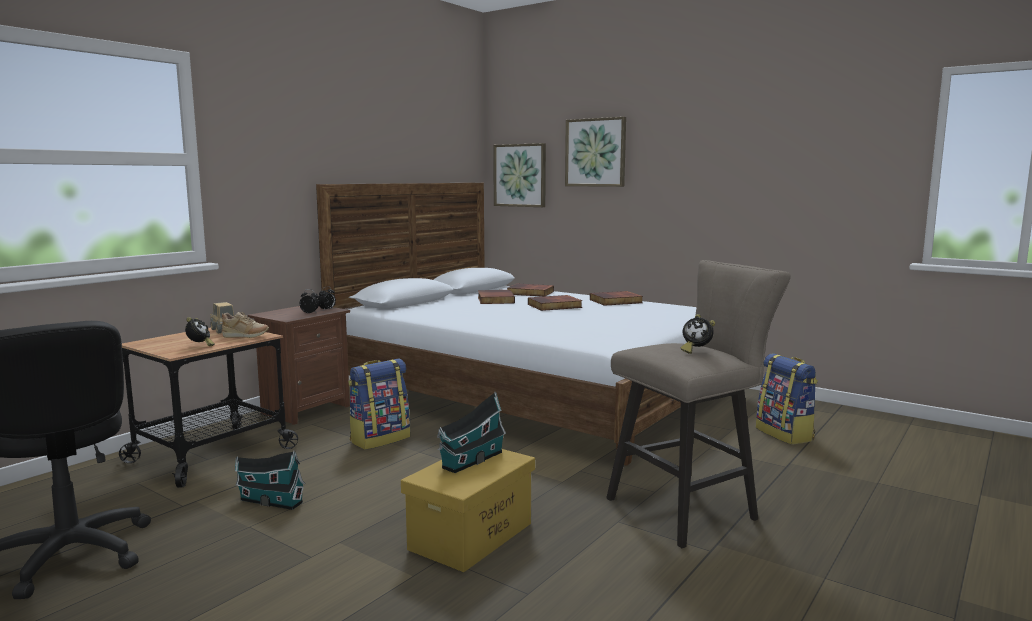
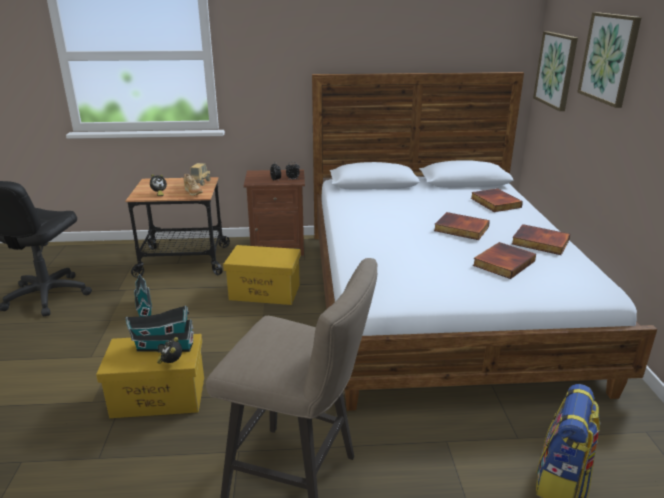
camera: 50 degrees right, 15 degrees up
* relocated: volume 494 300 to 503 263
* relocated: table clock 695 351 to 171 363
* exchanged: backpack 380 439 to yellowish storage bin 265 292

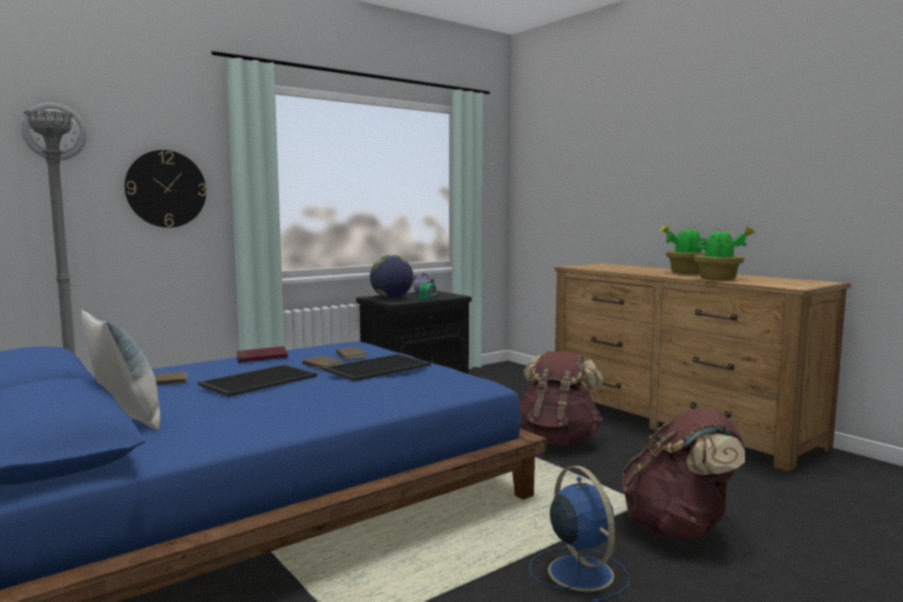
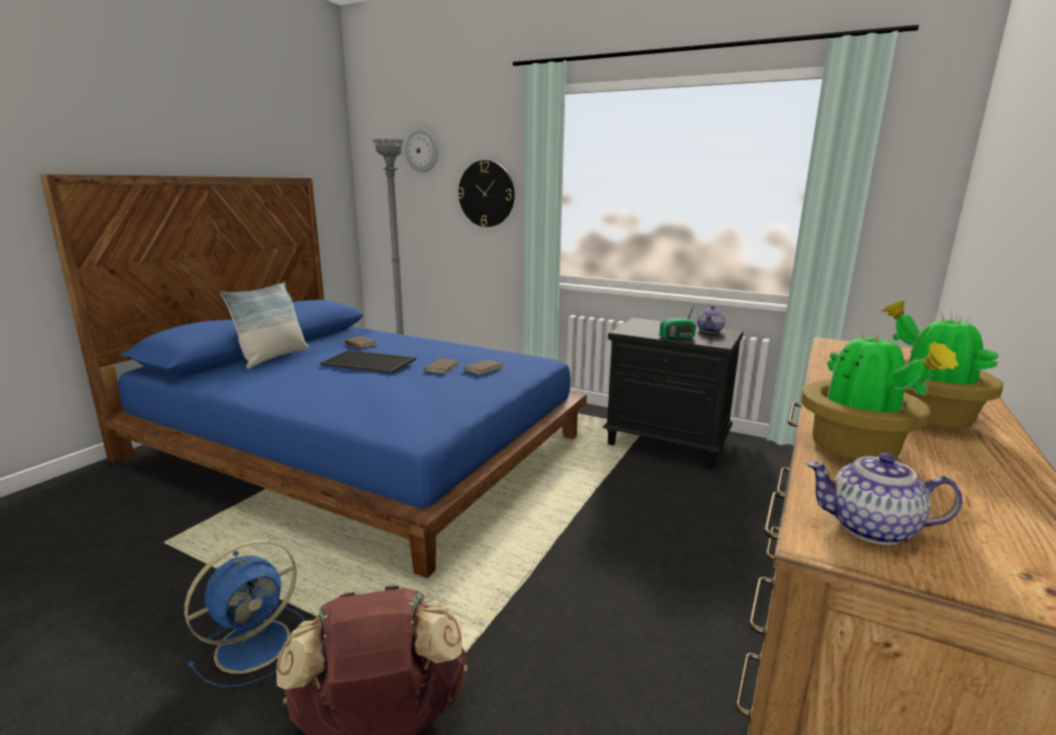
camera: 65 degrees right, 10 degrees up
* missing: world globe 392 298
* missing: reddish volume 262 357
* missing: brown backpack 556 440
* missing: serving tray 378 368
* appeared: tea pot 872 529

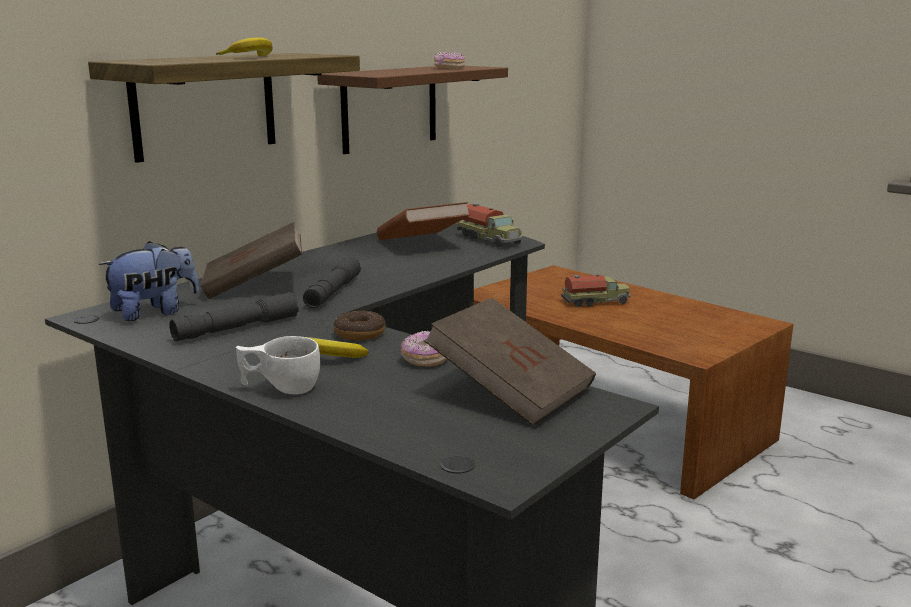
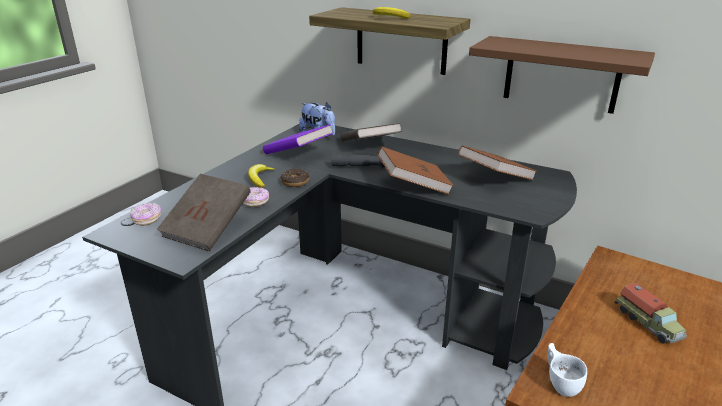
camera: 80 degrees right, 10 degrees up
* relocated: doughnut 449 68 to 147 220
* missing: toy truck 490 240
* exchanged: gray hand torch 236 329 to purplish volume 298 154
* relocated: white-coloured drinking cup 280 387 to 560 381
* appeared: brown volume 413 186

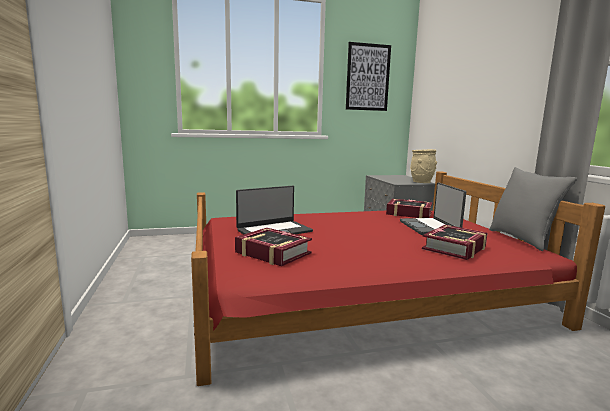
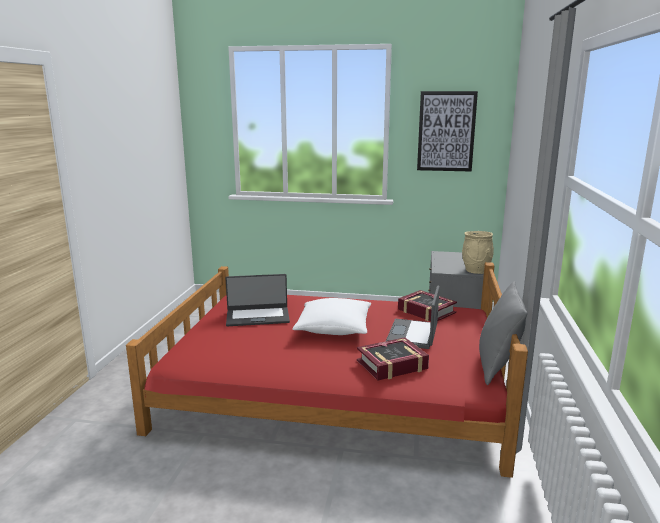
camera: 25 degrees right, 5 degrees up
* missing: volume 272 253
* appeared: white-coloured throw pillow 334 328

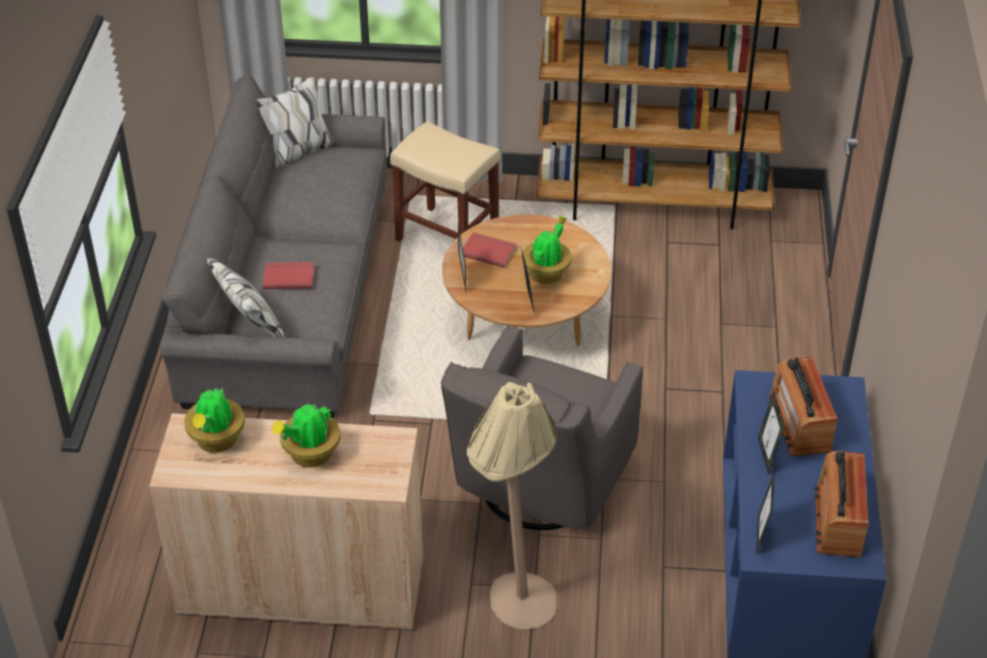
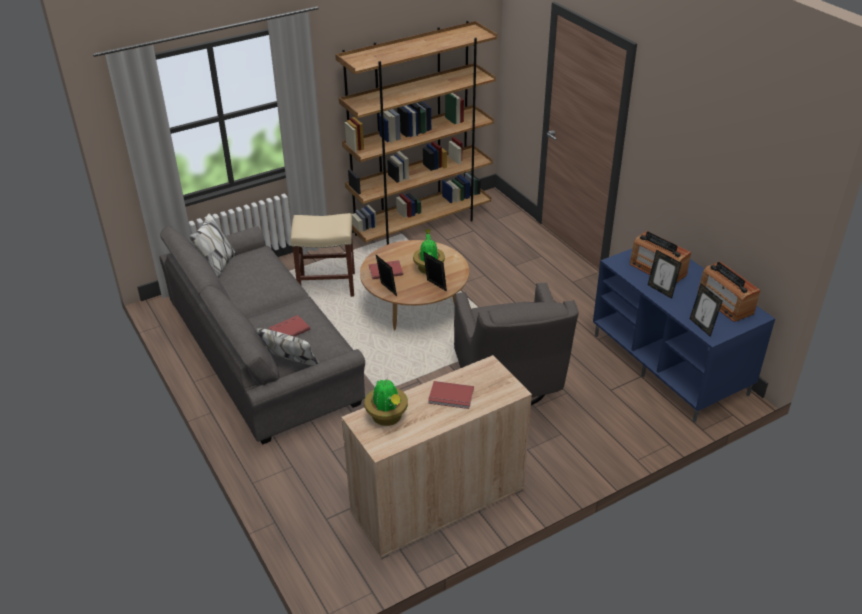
camera: 35 degrees left, 5 degrees down
* missing: beige floor lamp 513 612
* exchanged: potted plant 310 455 to reddish volume 451 397

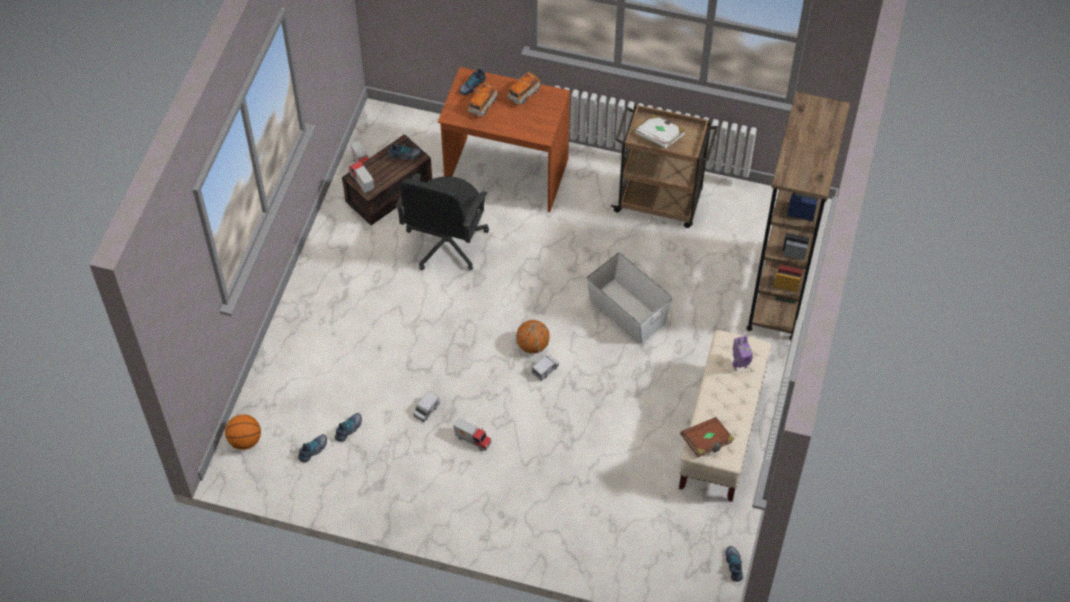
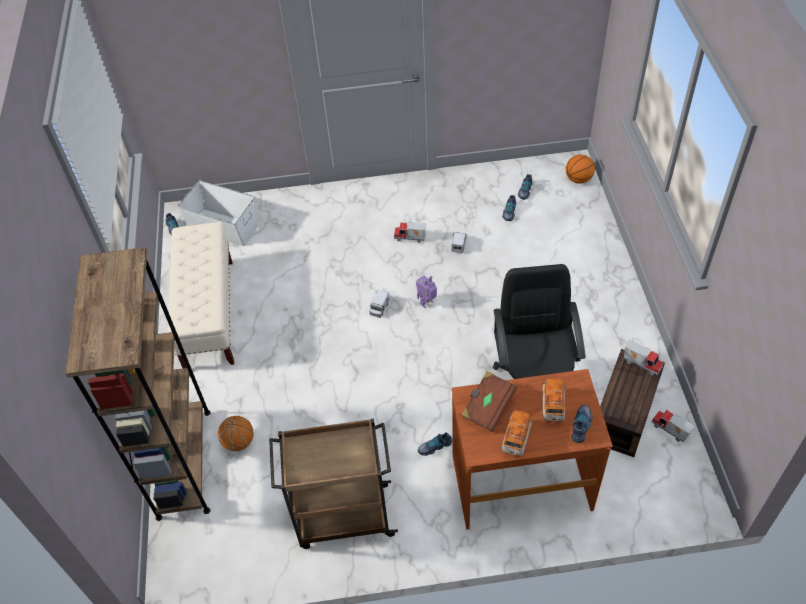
camera: 160 degrees right, 5 degrees down
* missing: white-coloured volume 660 137
* relocated: shoe 404 155 to 434 446
* relocated: white-coloured storage bin 627 311 to 223 226
* relocated: ball for basketball 532 345 to 239 442
* relocated: robot figure 739 365 to 427 303
* relocated: brown volume 707 442 to 488 407

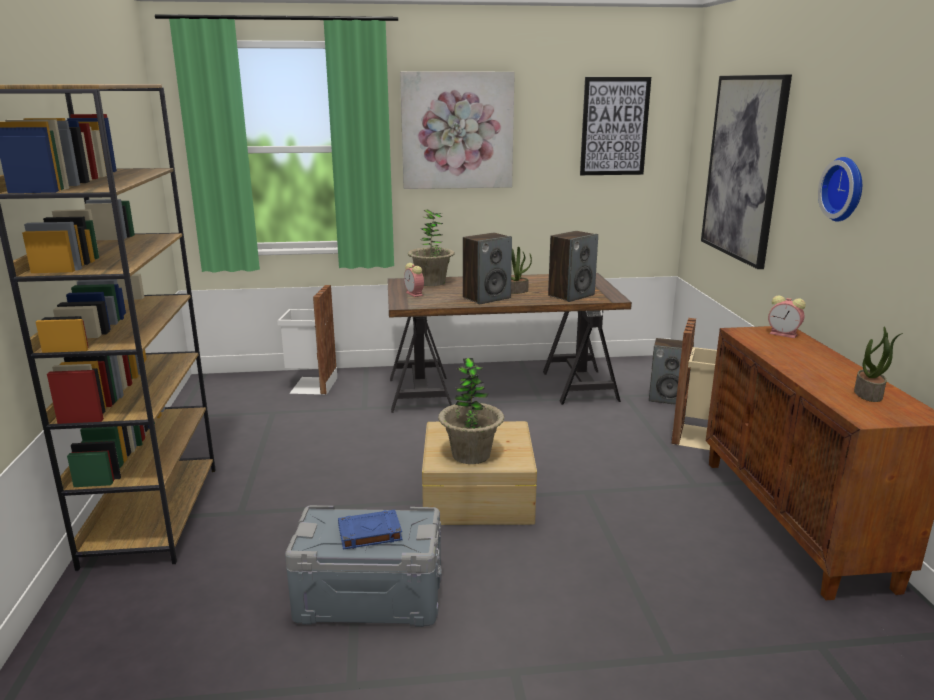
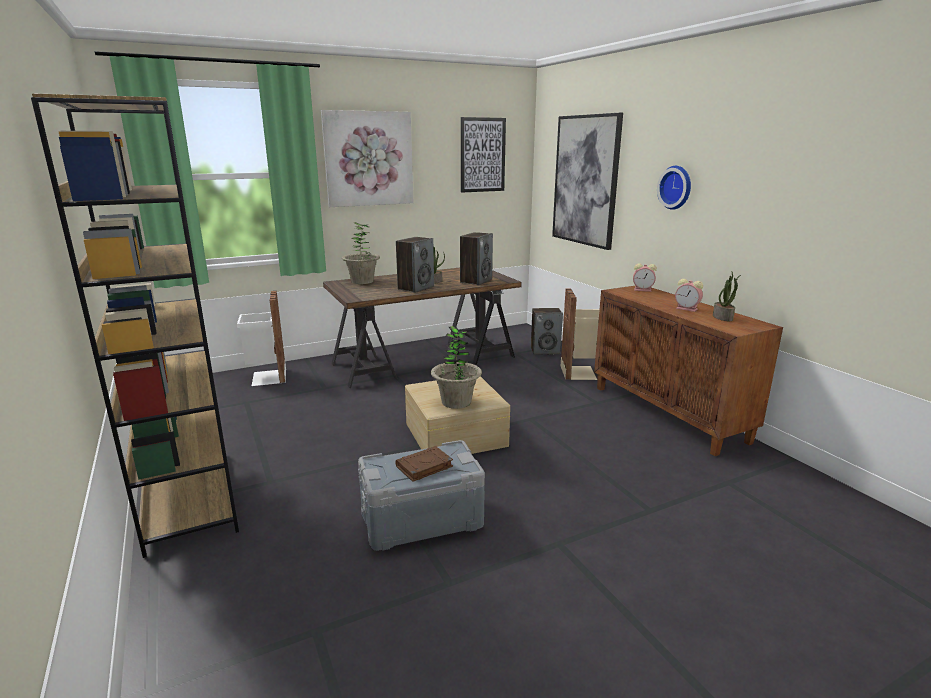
camera: 20 degrees left, 0 degrees up
* relocated: table clock 415 294 to 687 309
* colour: blue-coloured volume 369 533 to brown volume 424 467

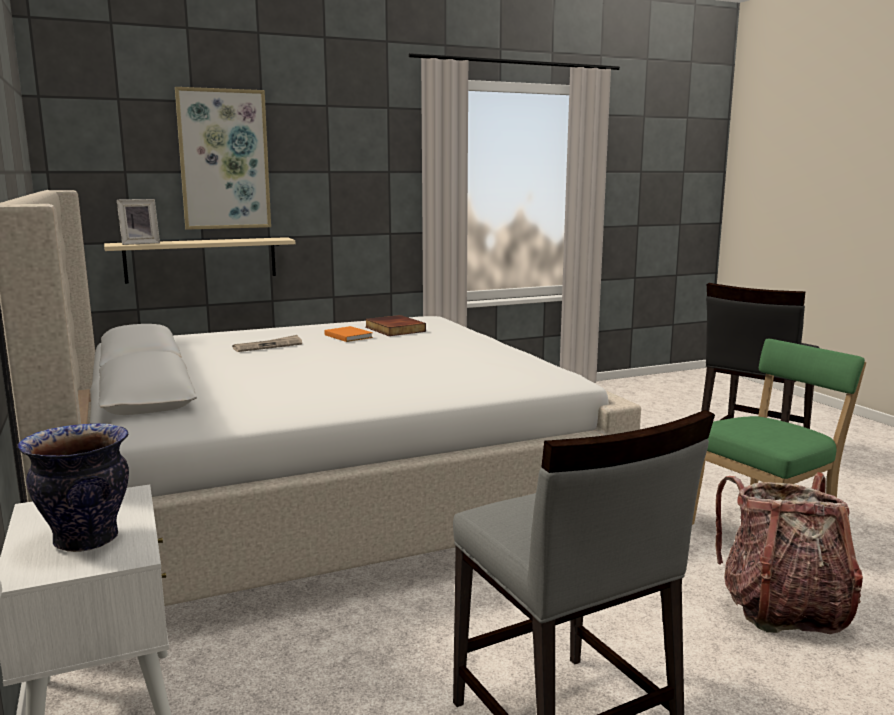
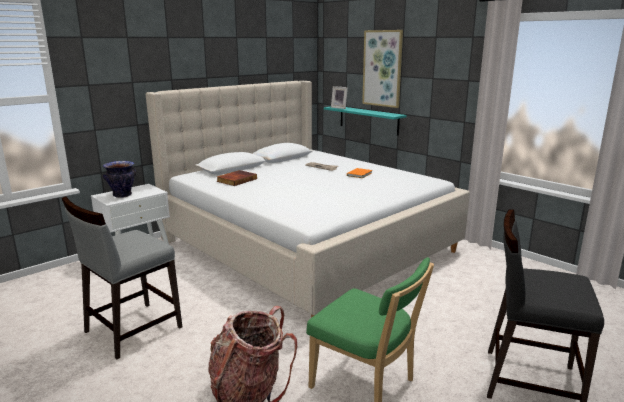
camera: 70 degrees right, 5 degrees up
* colour: beige shelf 201 259 to turquoise shelf 368 120
* relocated: volume 393 329 to 236 180

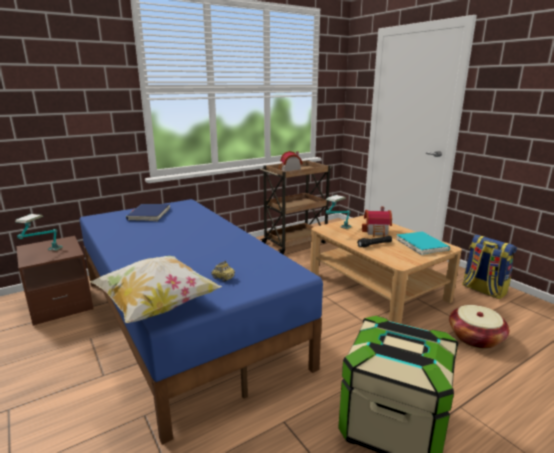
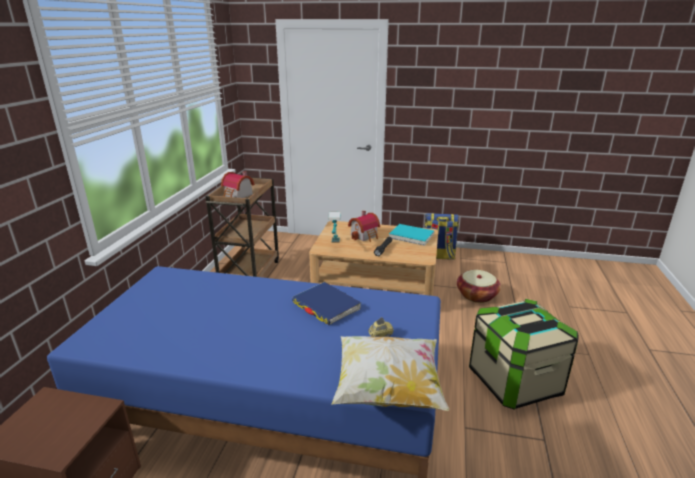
camera: 45 degrees left, 5 degrees up
* relocated: blue-coloured volume 149 214 to 326 306
* missing: lamp for a table 43 254

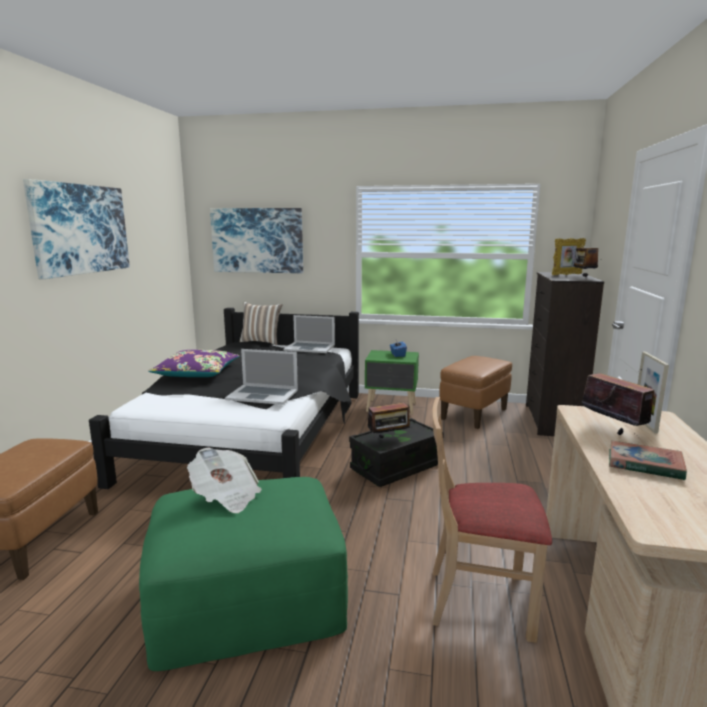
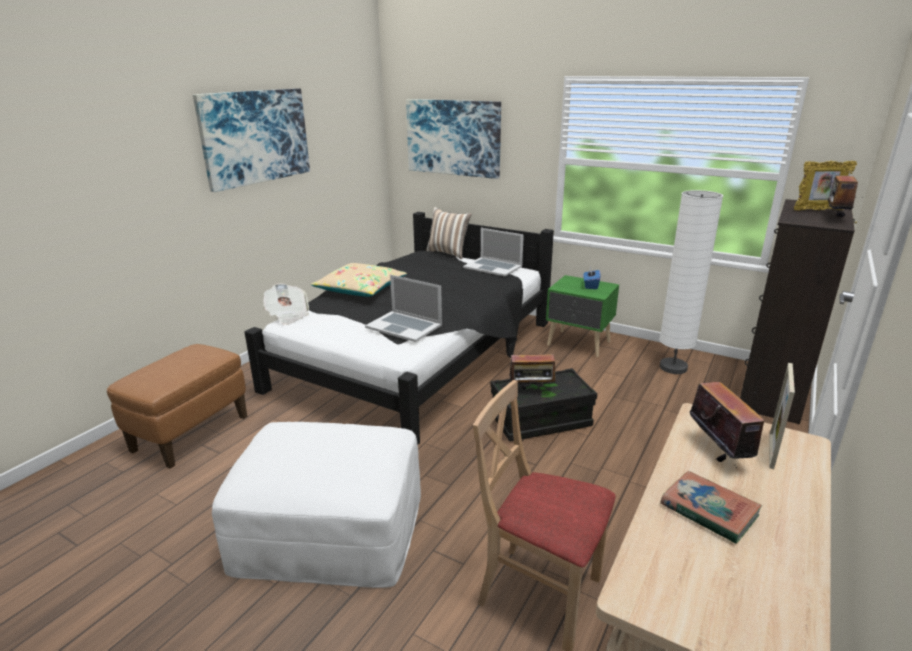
camera: 20 degrees right, 10 degrees up
* colour: purplish throw pillow 197 373 to beige throw pillow 360 289
* exchanged: brown ottoman 474 414 to white-coloured floor lamp 673 368
* relocated: newspaper 226 496 to 288 315
* colour: green-coloured ottoman 248 596 to white-coloured ottoman 329 529

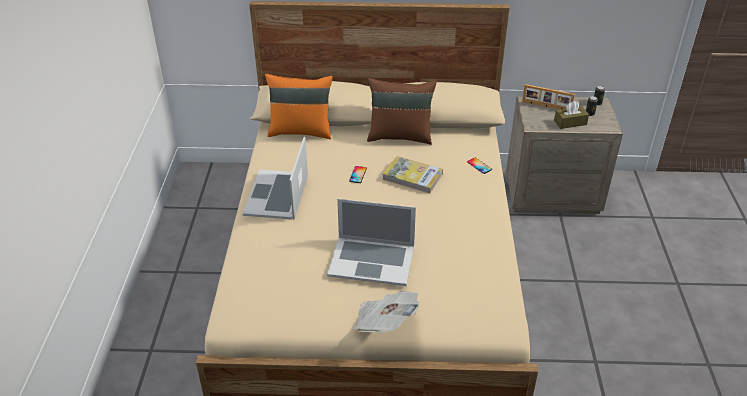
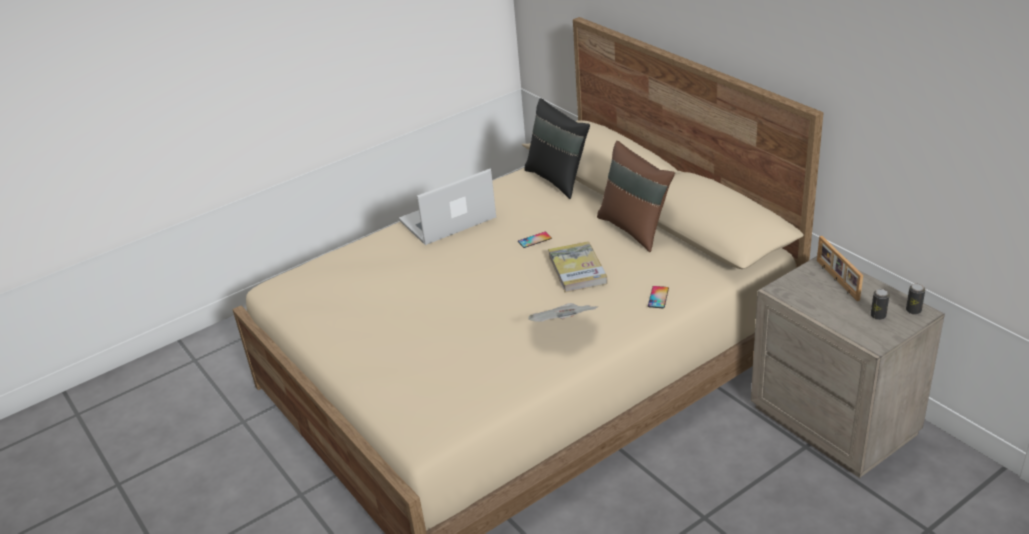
camera: 55 degrees right, 5 degrees down
* colour: orange-coloured throw pillow 300 131 to black-coloured throw pillow 558 179
* missing: brown tissue holder 570 122
* missing: portable computer 371 260
* relocated: newspaper 384 323 to 563 327

